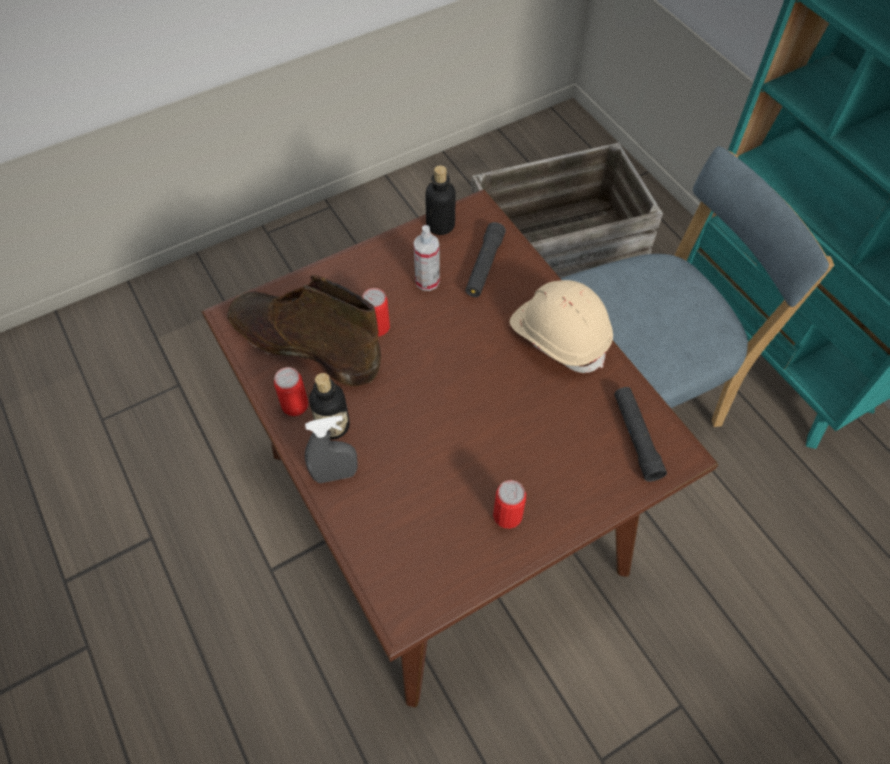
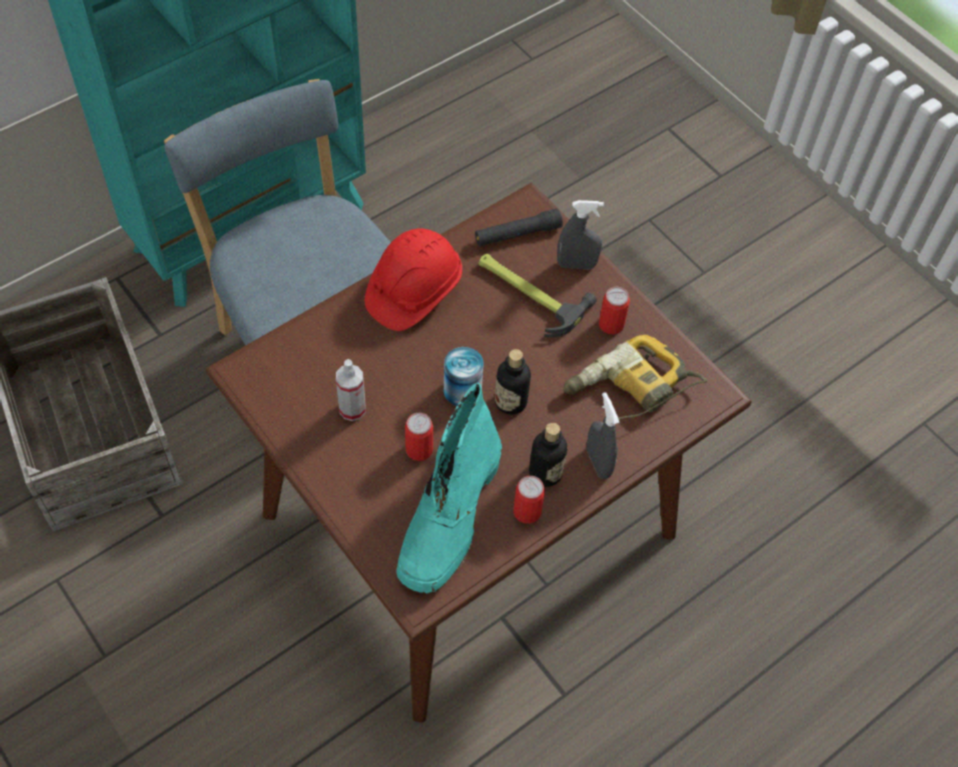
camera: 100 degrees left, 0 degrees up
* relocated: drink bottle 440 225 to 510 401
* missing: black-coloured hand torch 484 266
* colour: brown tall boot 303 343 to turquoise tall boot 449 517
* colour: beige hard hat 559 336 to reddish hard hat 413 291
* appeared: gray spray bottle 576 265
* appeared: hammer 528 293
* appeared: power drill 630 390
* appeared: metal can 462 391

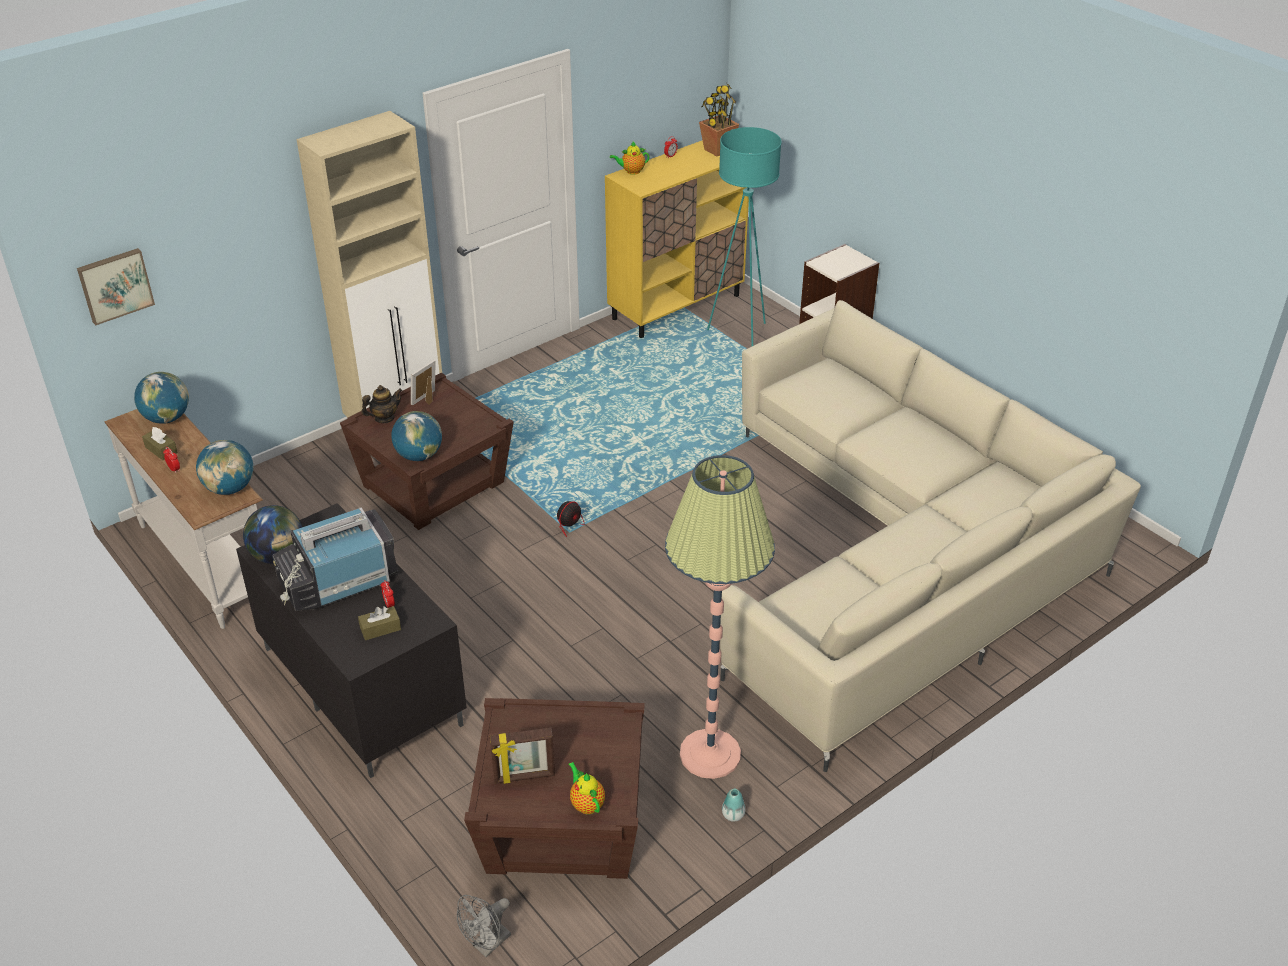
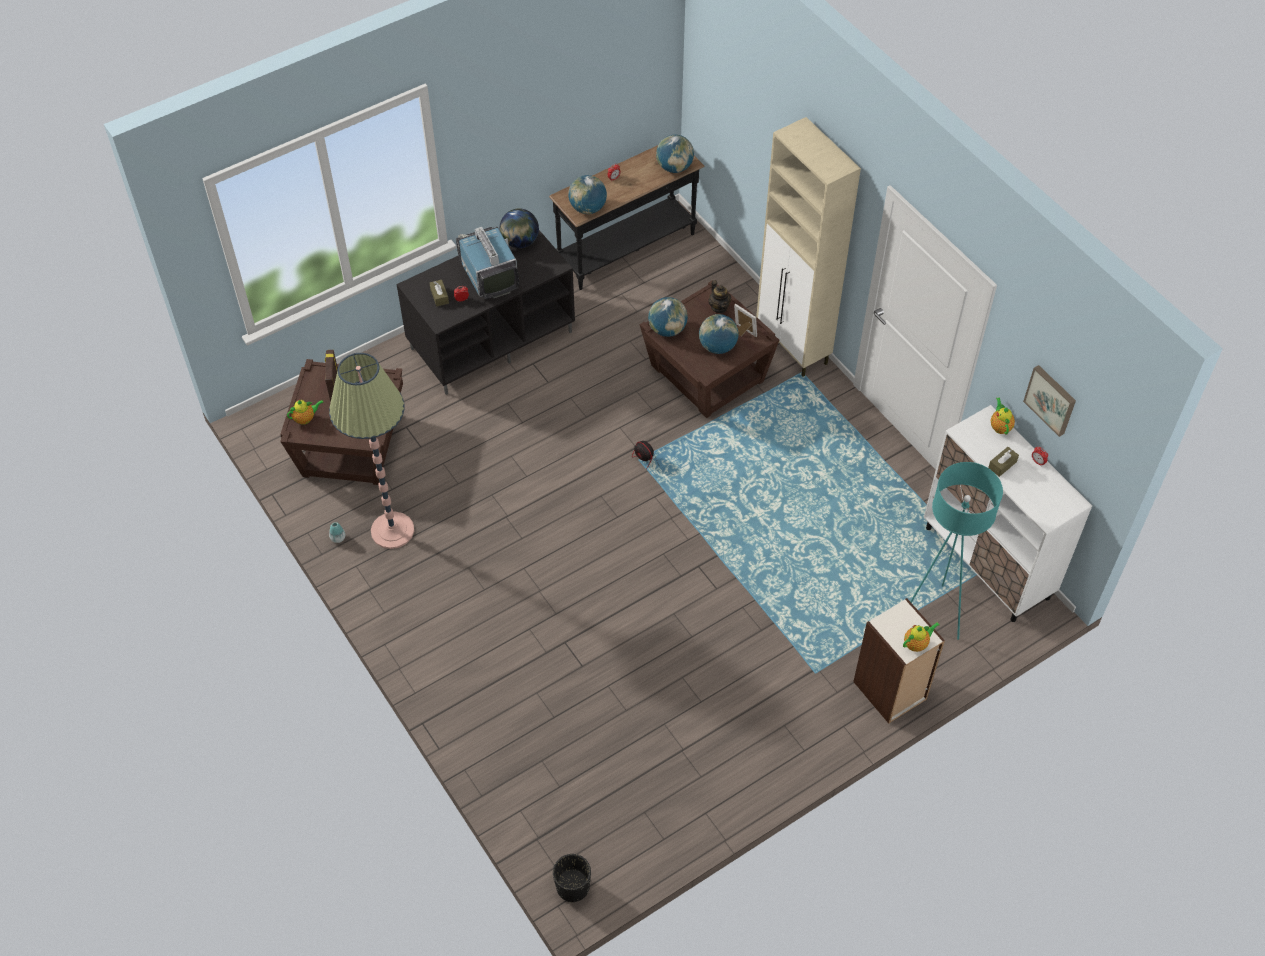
camera: 95 degrees right, 15 degrees up
* missing: potted plant 717 150
* colour: yellowish cupboard 676 306 to white-coloured cupboard 987 563
* relocated: picture 115 285 to 1051 399
* missing: beige couch 899 559
* colour: white-coloured narrow table 208 562 to black-coloured narrow table 627 250
* relocated: brown tissue holder 161 450 to 1002 465
* missing: gray cooling fan 487 945
* appeared: world globe 717 347
* appeared: tea pot 917 644
* appeared: black-coloured plant pot 572 887

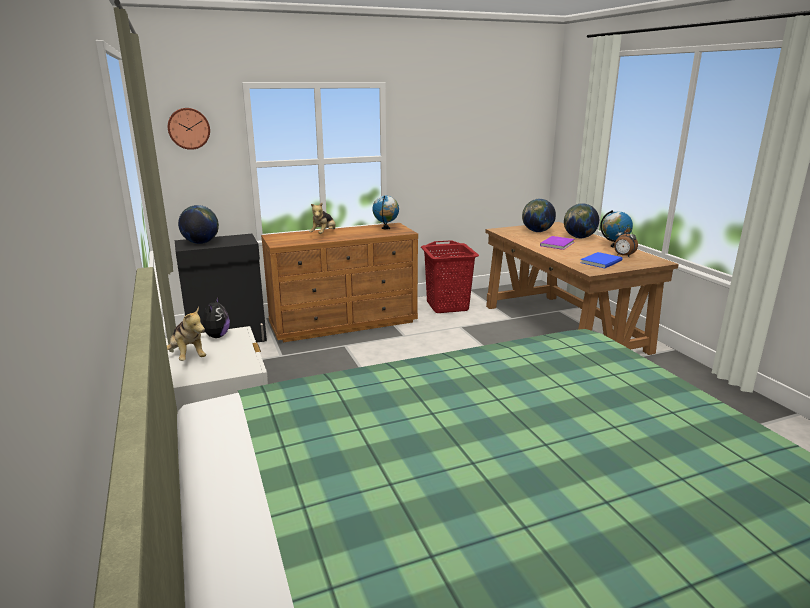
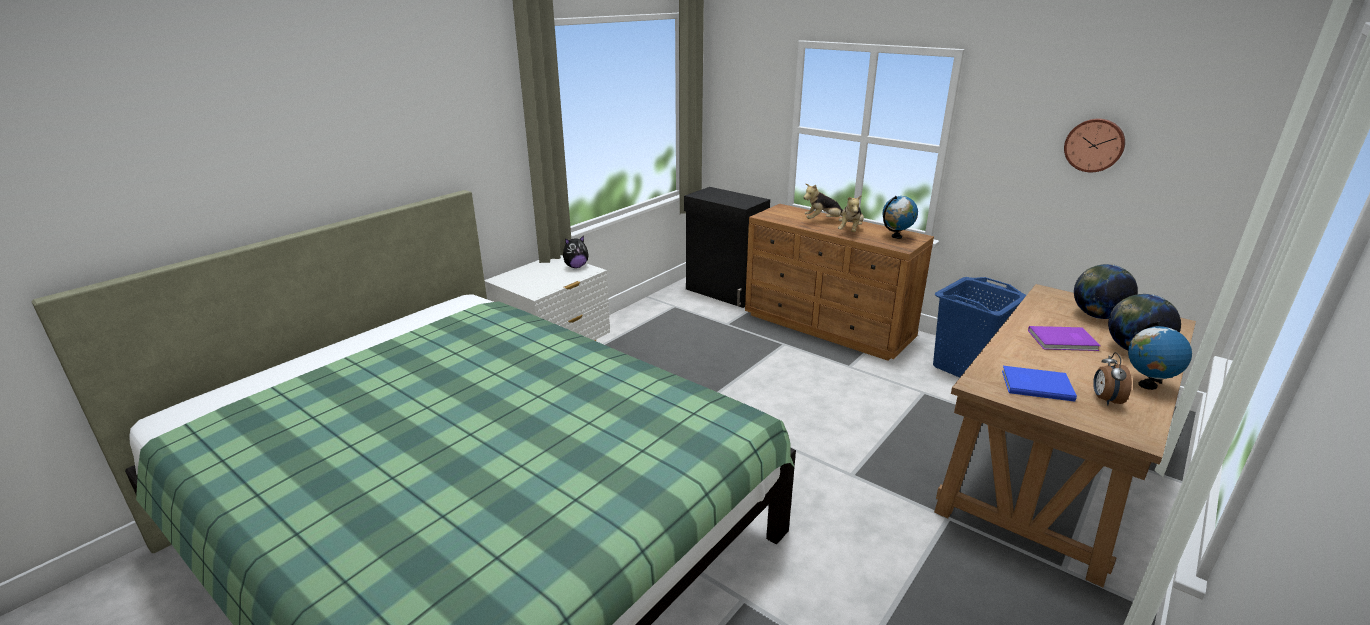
camera: 60 degrees right, 5 degrees up
* relocated: clock on the wall 188 128 to 1094 145
* missing: world globe 201 243
* colour: reddish hamper 447 306 to blue-coloured hamper 965 367
* relocated: plush toy 188 356 to 850 230

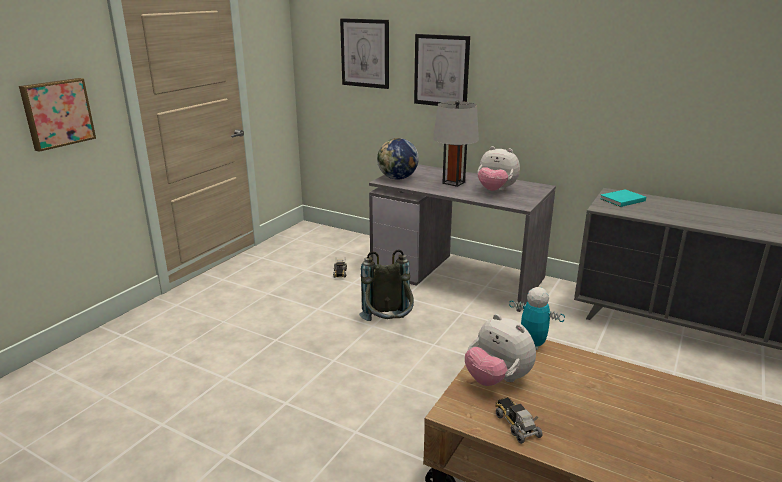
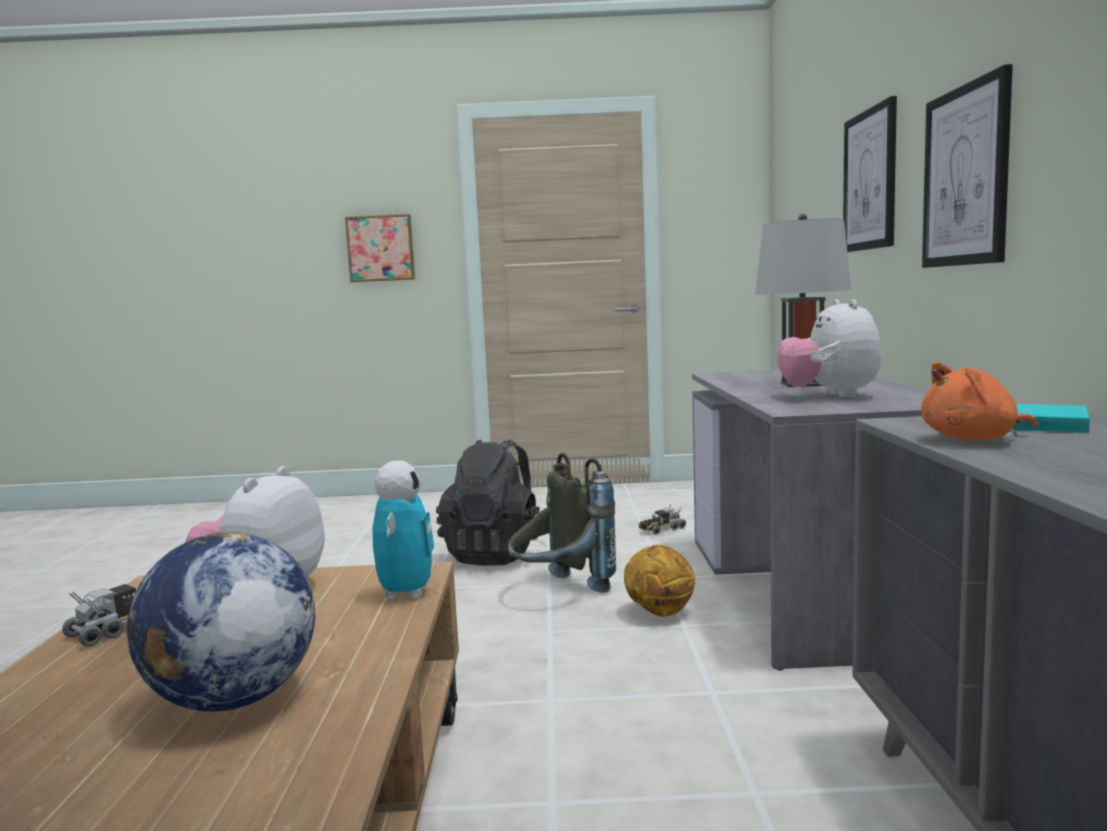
camera: 60 degrees right, 15 degrees down
* relocated: picture 365 53 to 966 176
* relocated: world globe 397 178 to 232 700
* appeared: orange-coloured plush toy 974 439
* appeared: black-coloured backpack 496 554
* appeared: ball for basketball 659 612

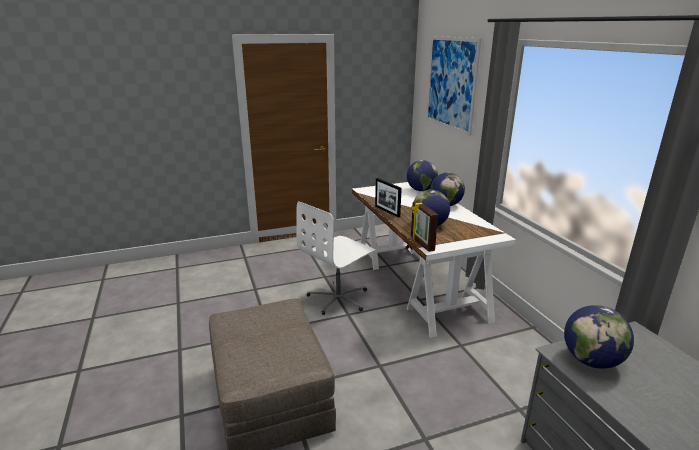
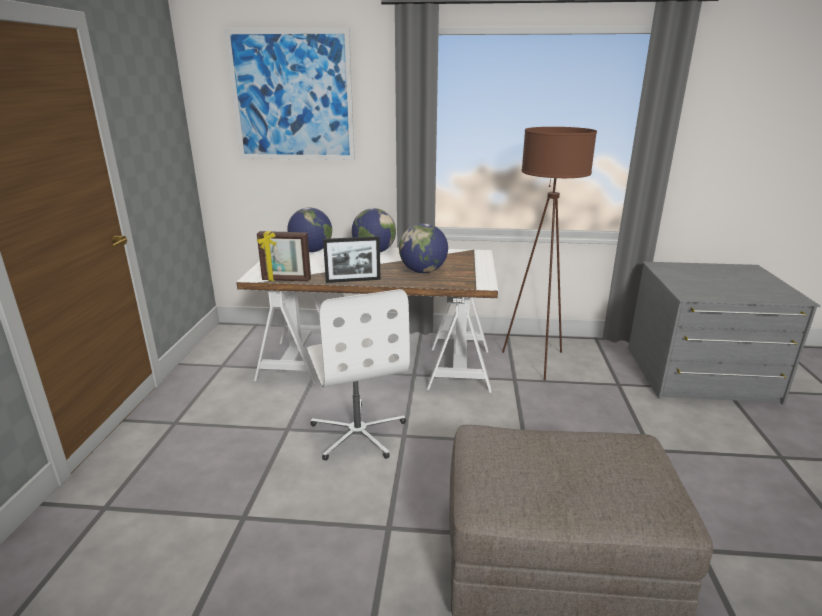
camera: 65 degrees left, 0 degrees up
* relocated: picture frame 421 244 to 286 280
* missing: world globe 591 360
* appeared: brown floor lamp 535 361

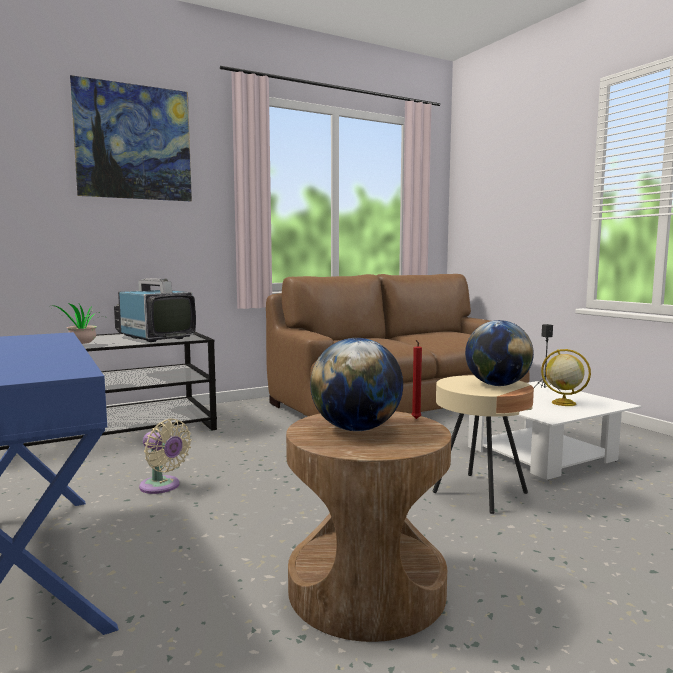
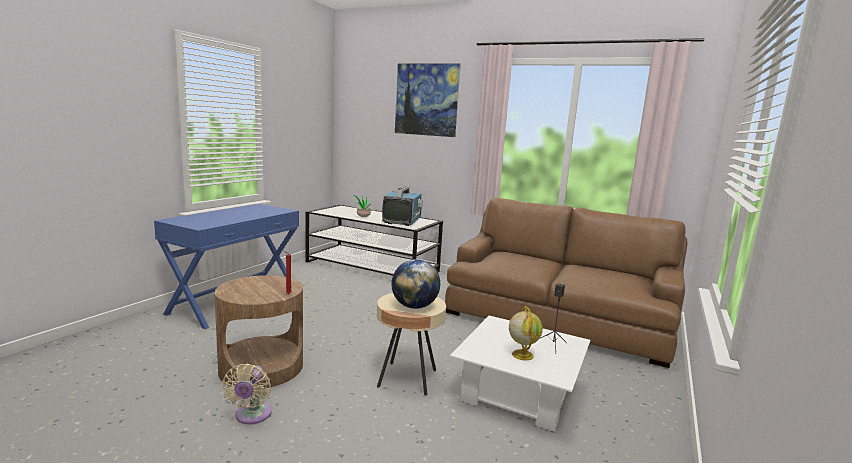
camera: 55 degrees right, 5 degrees up
* missing: world globe 356 429
* relocated: beige cooling fan 162 487 to 252 416

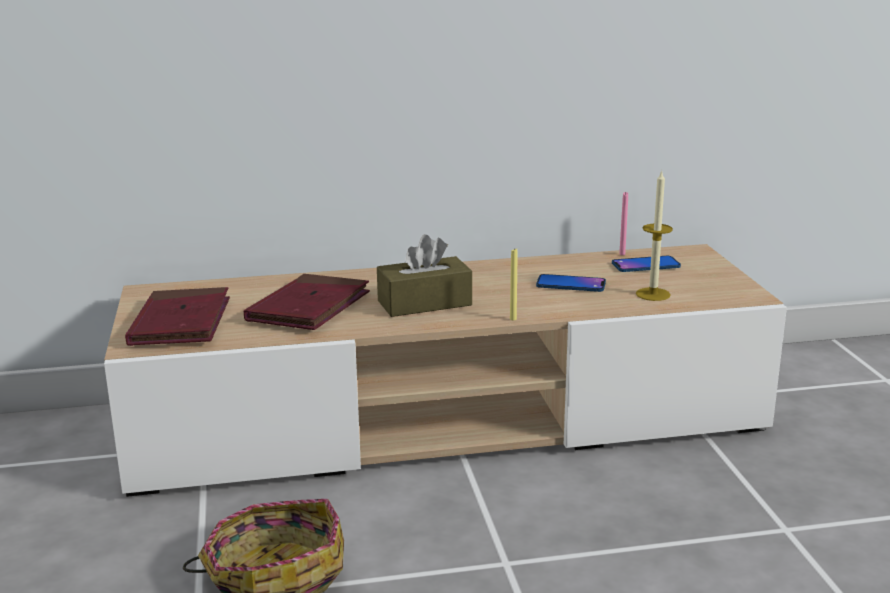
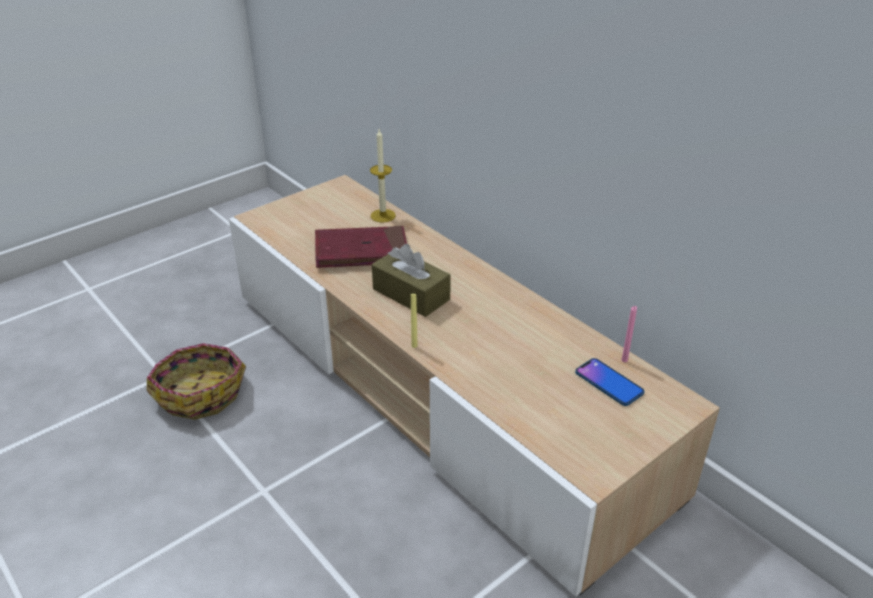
camera: 60 degrees right, 15 degrees up
* relocated: candle 653 294 to 383 215
* missing: phone 571 284
* missing: reddish volume 181 323

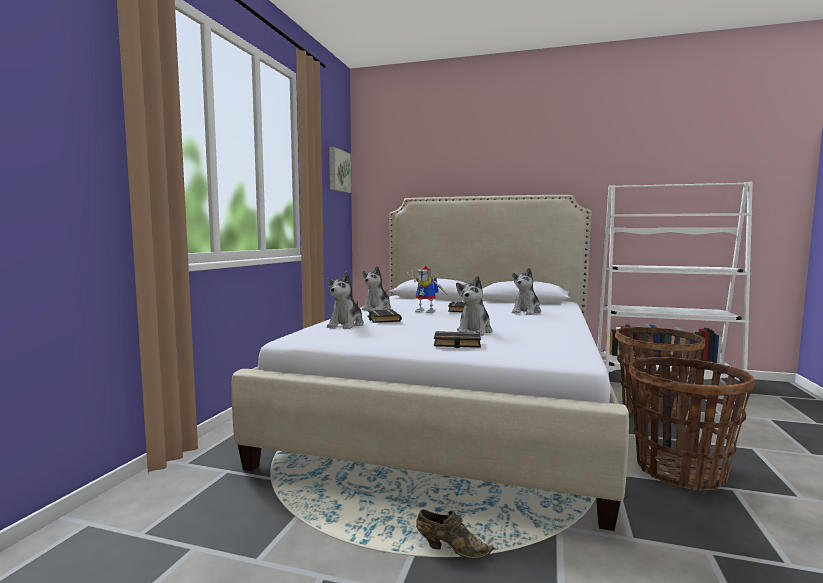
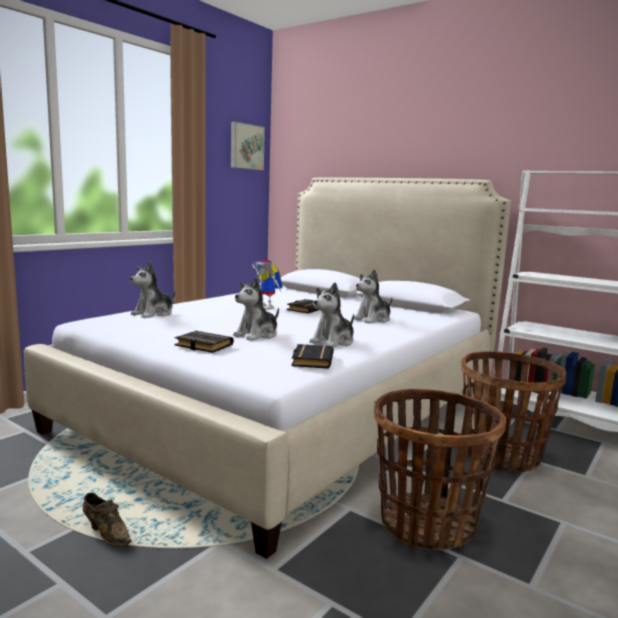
camera: 20 degrees right, 5 degrees up
* relocated: plush toy 377 308 to 333 342
* relocated: black-coloured volume 382 319 to 311 360

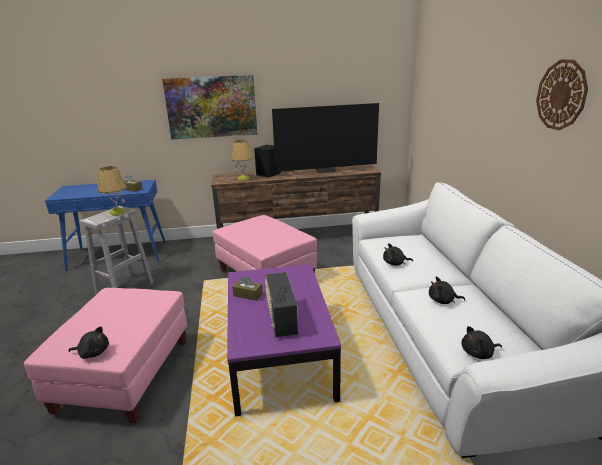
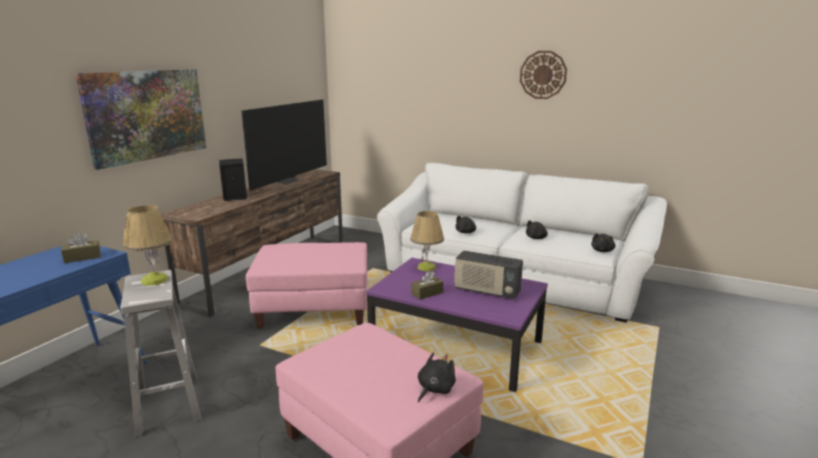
camera: 55 degrees left, 5 degrees down
* relocated: lamp for a table 243 178 to 426 267

